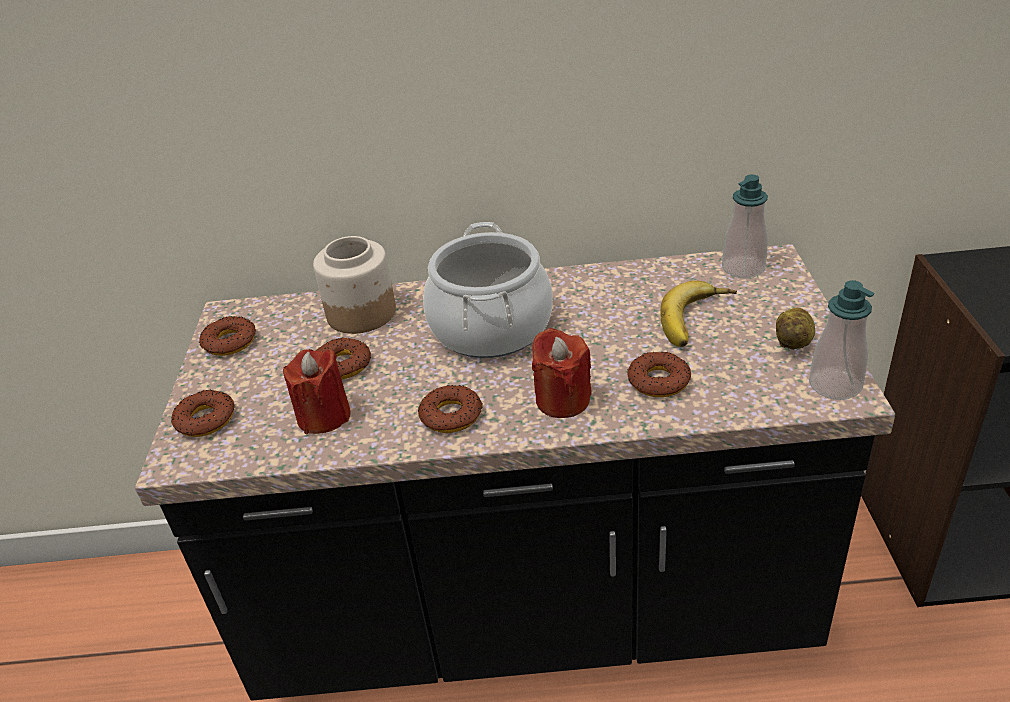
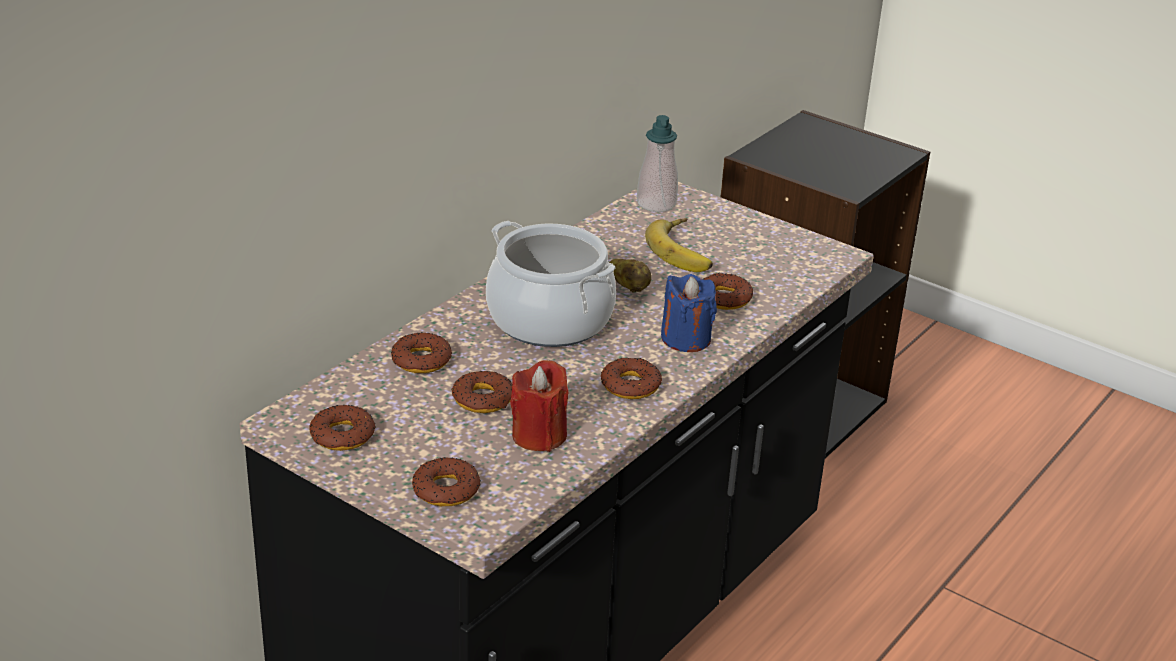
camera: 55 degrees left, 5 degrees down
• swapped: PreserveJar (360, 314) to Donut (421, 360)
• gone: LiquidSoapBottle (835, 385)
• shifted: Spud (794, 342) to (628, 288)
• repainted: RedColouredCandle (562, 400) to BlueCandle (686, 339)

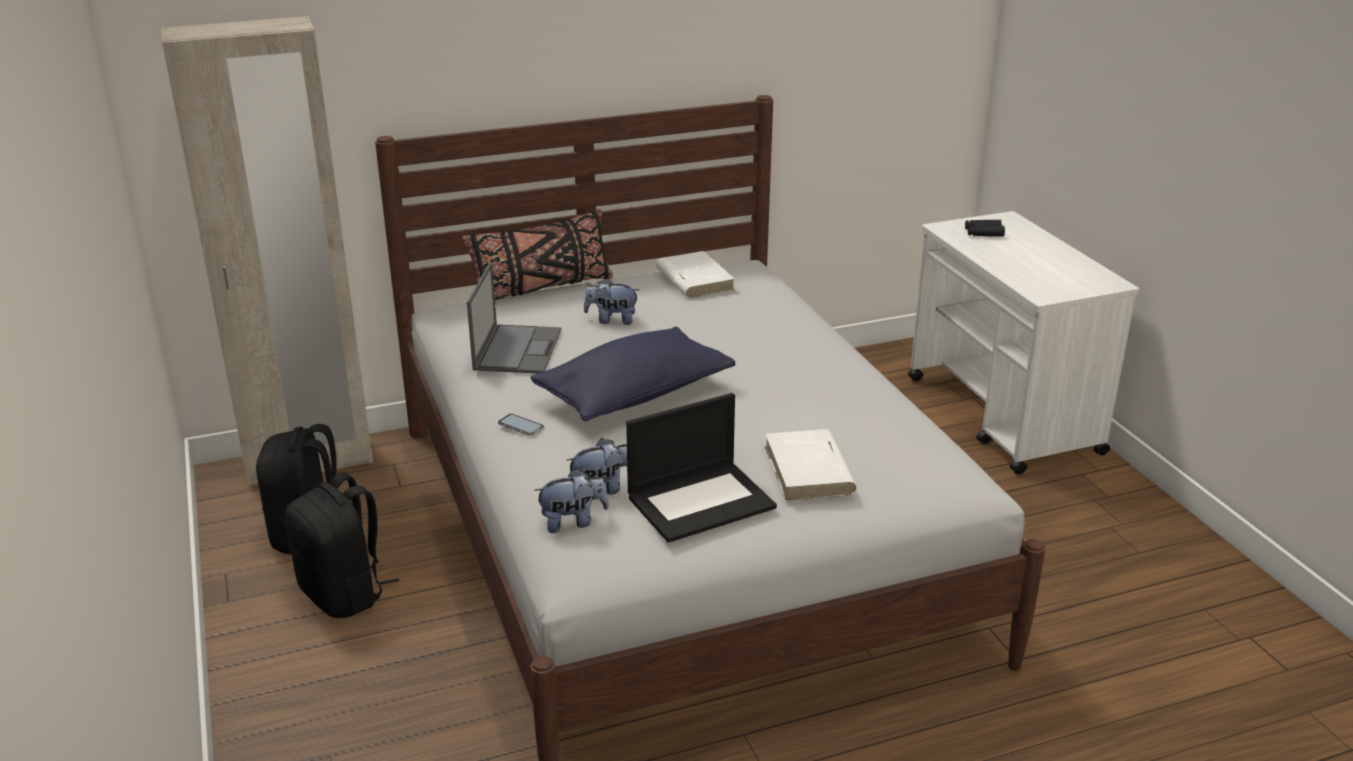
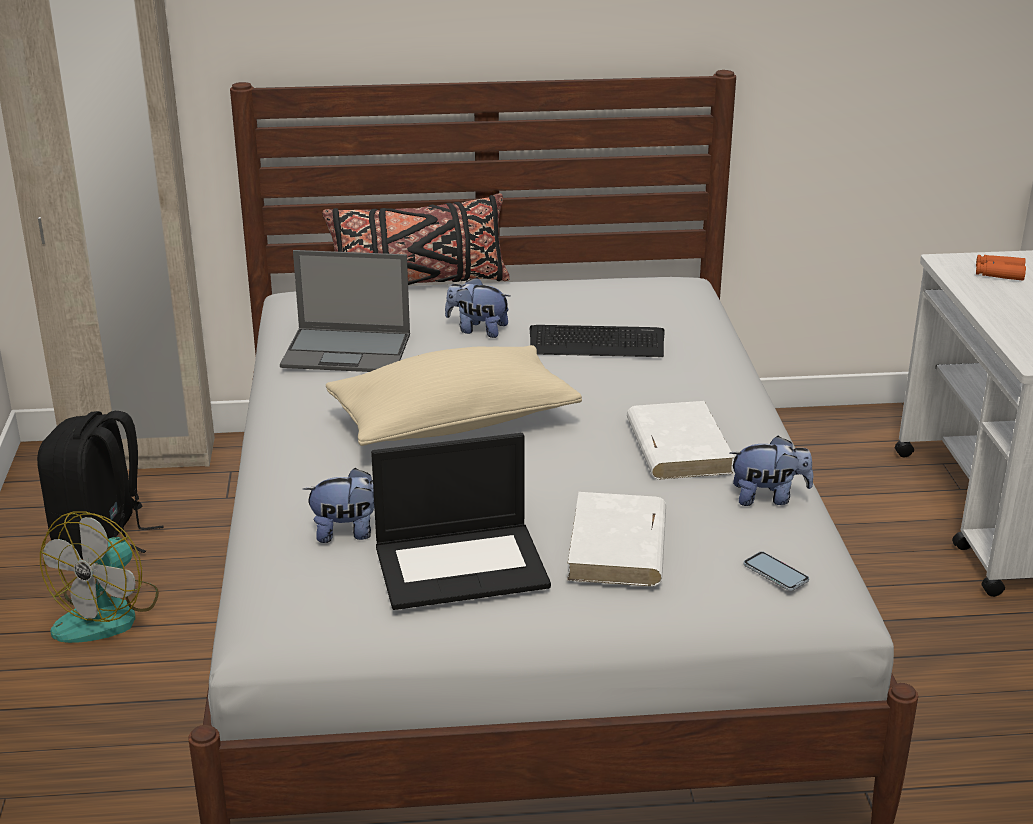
camera: 15 degrees right, 0 degrees up
• repainted: BlackColouredFieldGlasses (983, 233) to OrangeColouredFieldGlasses (999, 273)
• shifted: WhitishBoundBook (694, 279) to (677, 446)
• rotated: NotebookComputer (517, 349) = (348, 351) 75 degrees clockwise
• repainted: BlueCushion (634, 395) to BeigeColouredCushion (453, 423)
• shifted: Telephone (521, 425) to (775, 572)
• shifted: SoftToy (573, 522) to (768, 497)
• swapped: BlackColouredBackpack (344, 594) to ElectricFan (108, 613)
• new: PcKeyboard (596, 343)

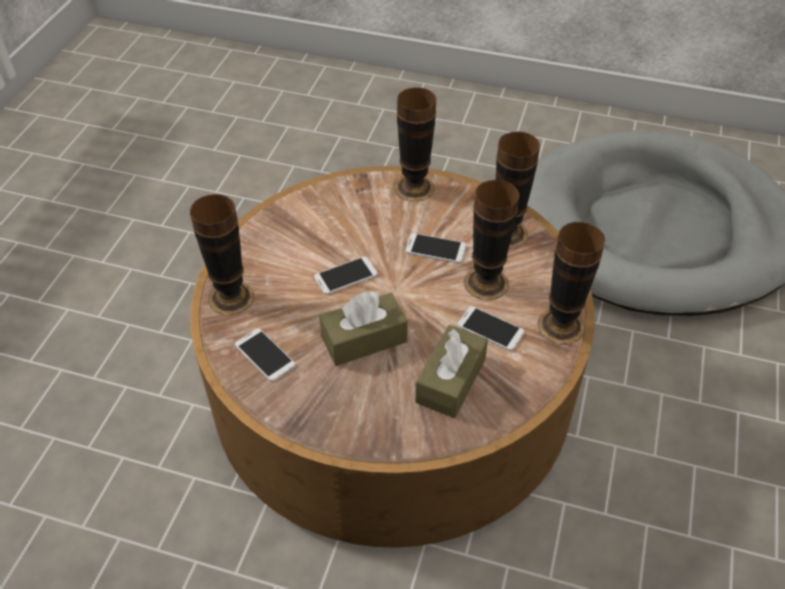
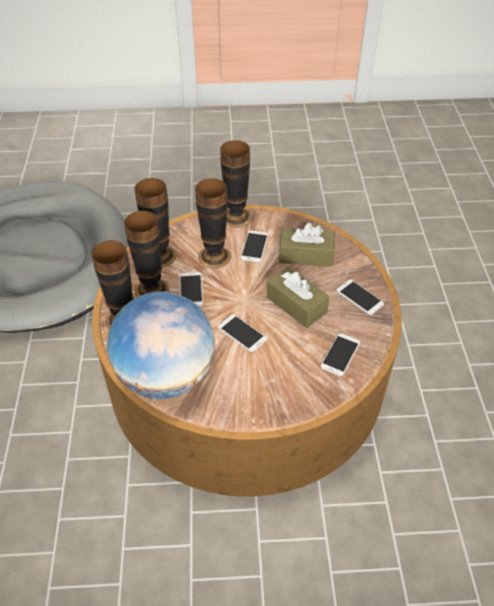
camera: 110 degrees left, 0 degrees up
• shifted: DecorativeVase (231, 298) to (151, 289)
• new: Telephone (359, 297)
• new: DeskGlobe (166, 375)

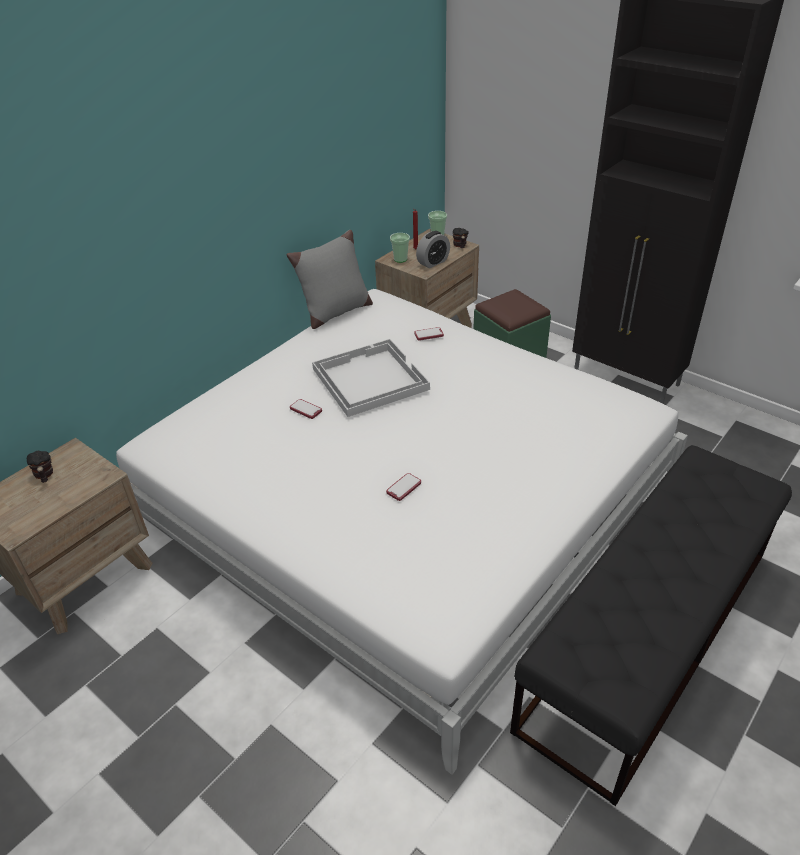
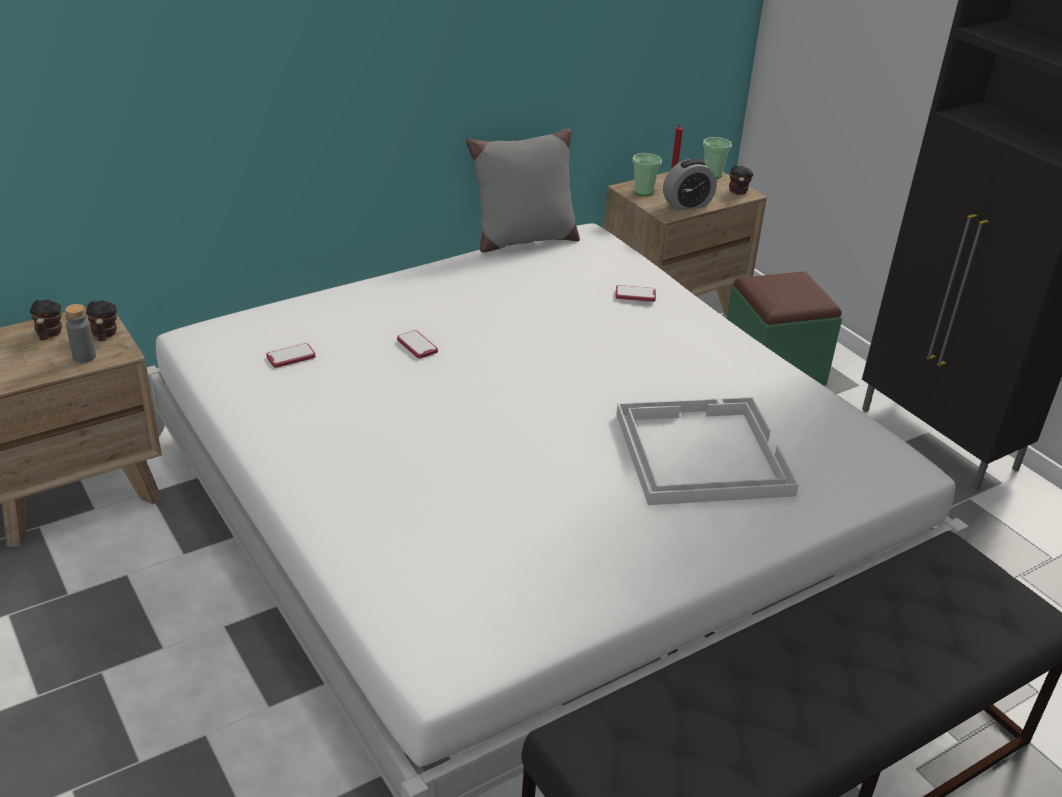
camera: 15 degrees right, 5 degrees down
• shifted: WhitishServingTray (369, 379) to (700, 452)
• shifted: Telephone (404, 487) to (291, 357)
• new: CoffeeMug (104, 336)
• new: GreyBeverageBottle (84, 357)

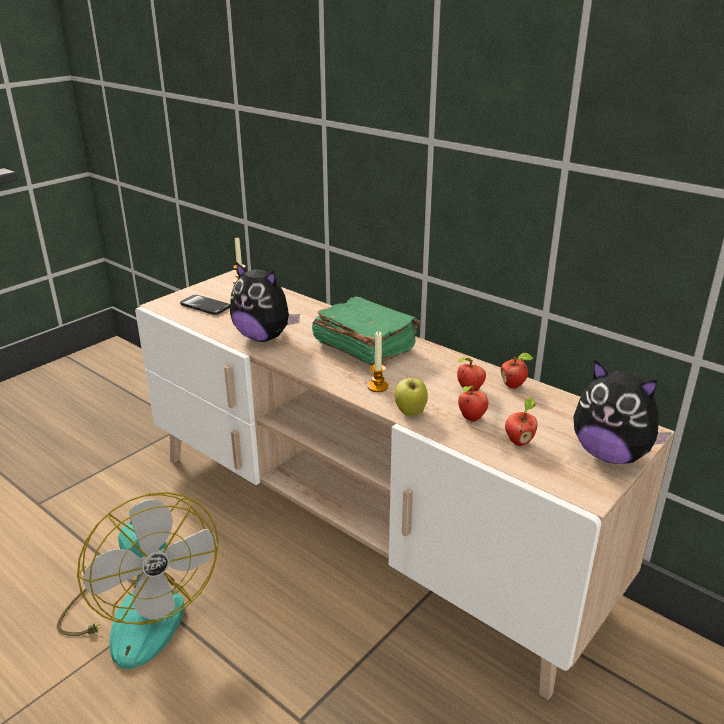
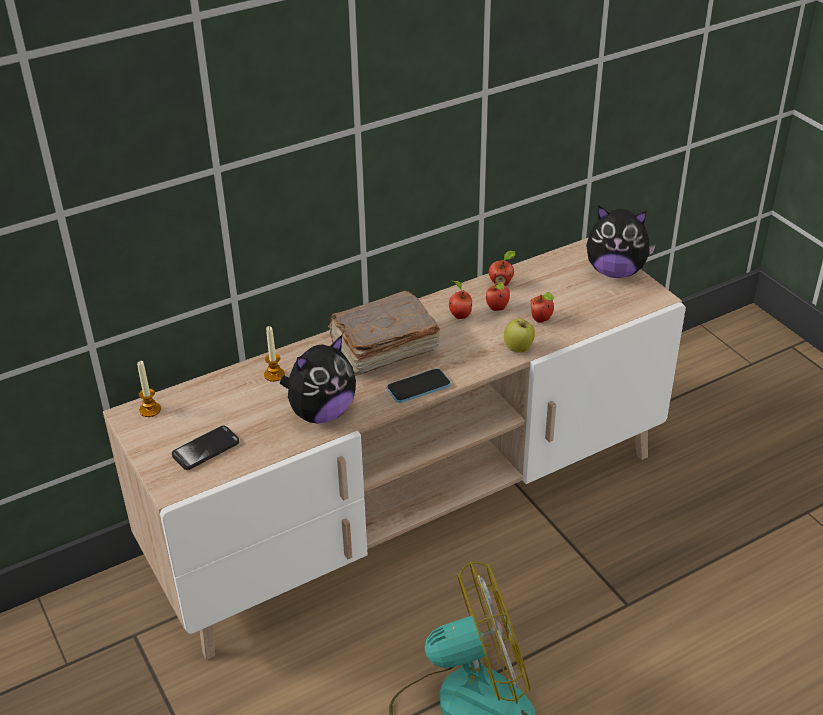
camera: 70 degrees left, 10 degrees up
• repainted: GreenColouredBoundBook (364, 346) to BrownBoundBook (382, 348)
• shifted: Candle (377, 386) to (274, 375)
• rotated: SoftToy (610, 455) = (615, 271) 45 degrees clockwise
• shifted: AppleFruit (519, 441) to (459, 316)
• new: Telephone (418, 387)

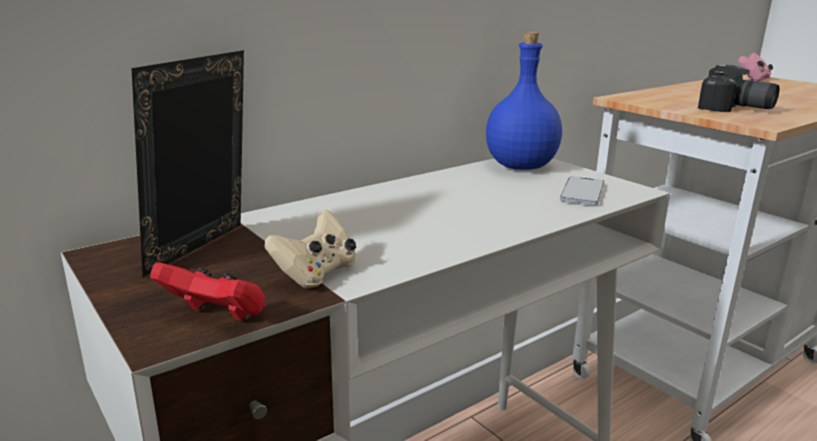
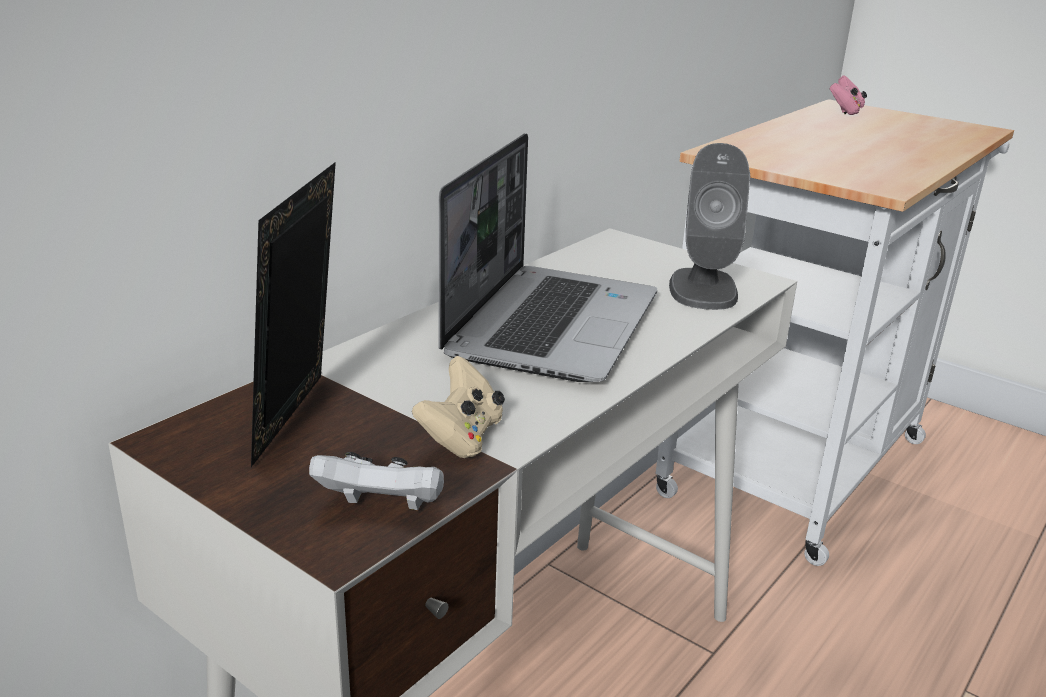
camera: 15 degrees left, 5 degrees up
• gone: BlueBeverageBottle (521, 166)
• gone: StillCamera (735, 109)
• swapped: Telephone (582, 192) to GreyAudioSpeaker (703, 289)
• repainted: RedColouredJoypad (216, 316) to WhitishJoypad (383, 508)
• new: NotebookComputer (551, 324)

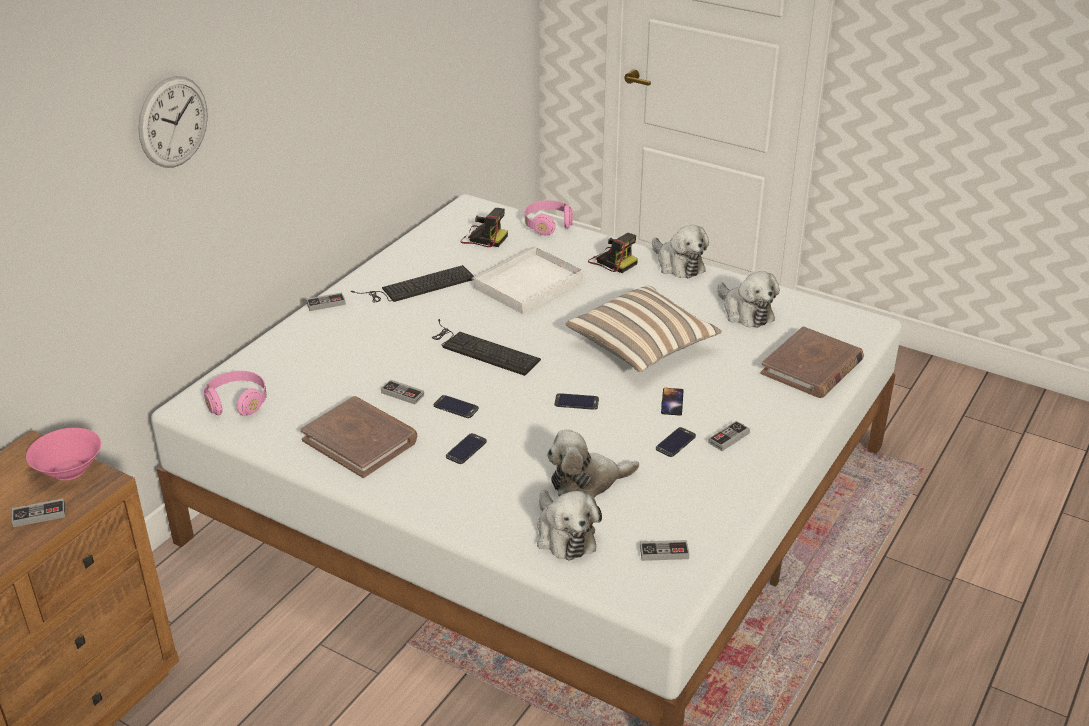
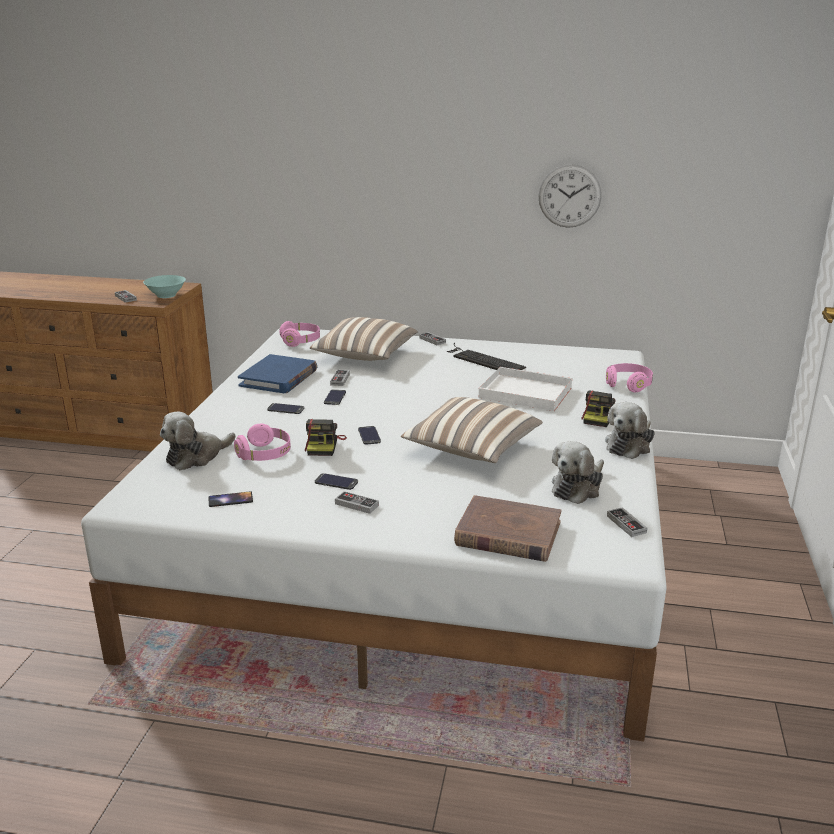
camera: 70 degrees right, 10 degrees down
• shifted: HangingClock (173, 122) to (569, 196)
• shifted: StillCamera (483, 238) to (324, 445)
• gone: PcKeyboard (481, 349)
• shifted: Telephone (672, 402) to (230, 499)
• repainted: BrownBoundBook (360, 440) to BlueBoundBook (279, 378)
• repainted: PinkishBowl (69, 469) to TurquoiseColouredBowl (167, 295)
• swapped: SoftToy (587, 482) to PinkishPairOfHeadphones (265, 455)
• shifted: Joypad (664, 552) to (626, 524)
• new: Cushion (364, 356)

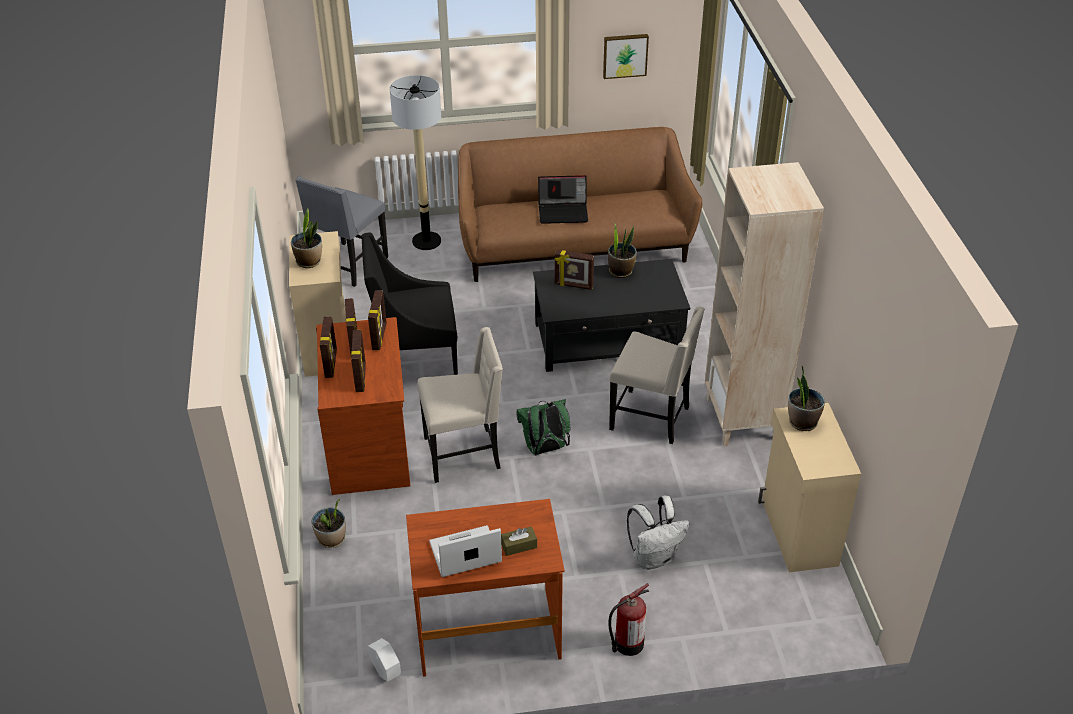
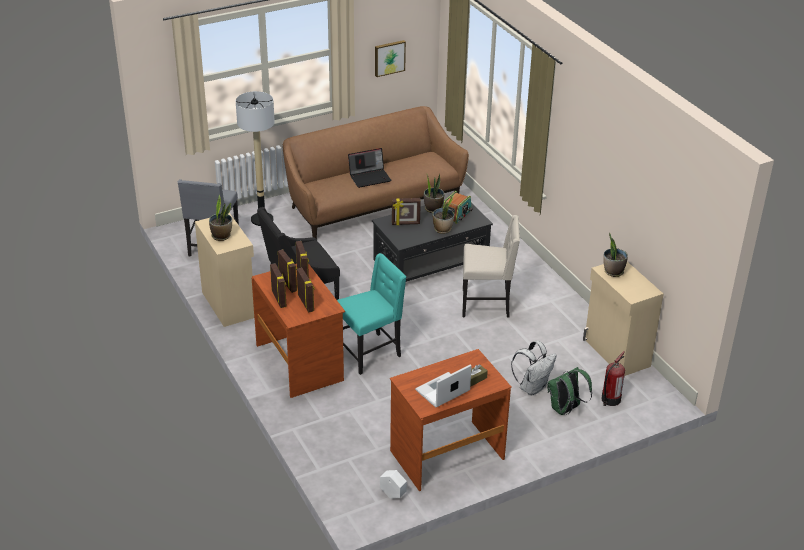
camera: 20 degrees left, 5 degrees down
• gone: BeigeColouredShelvingUnit (743, 419)
• repainted: BeigeColouredUprightChair (464, 454) to TurquoiseColouredUprightChair (370, 352)
• shifted: GreenColouredBackpack (545, 449) to (565, 409)
• shifted: Houseplant (332, 539) to (442, 229)
• shifted: FireFightingCylinder (627, 644) to (610, 400)
• new: Radio (456, 214)

